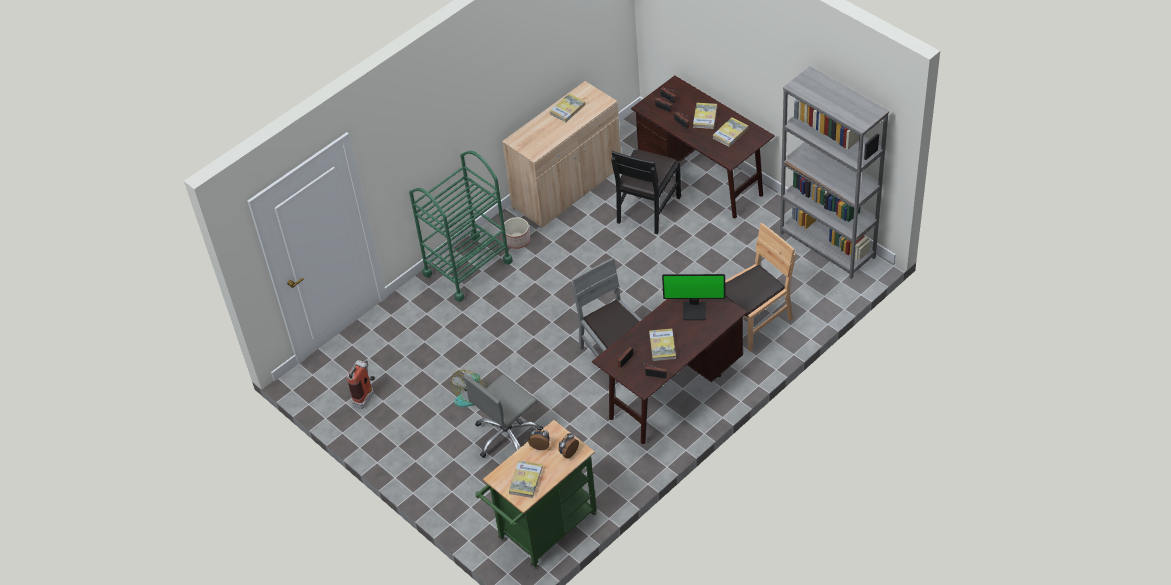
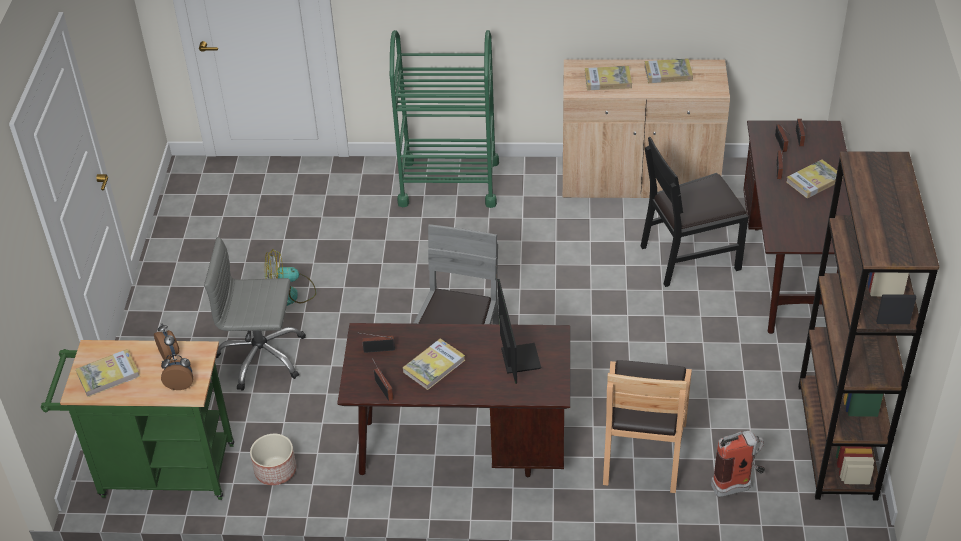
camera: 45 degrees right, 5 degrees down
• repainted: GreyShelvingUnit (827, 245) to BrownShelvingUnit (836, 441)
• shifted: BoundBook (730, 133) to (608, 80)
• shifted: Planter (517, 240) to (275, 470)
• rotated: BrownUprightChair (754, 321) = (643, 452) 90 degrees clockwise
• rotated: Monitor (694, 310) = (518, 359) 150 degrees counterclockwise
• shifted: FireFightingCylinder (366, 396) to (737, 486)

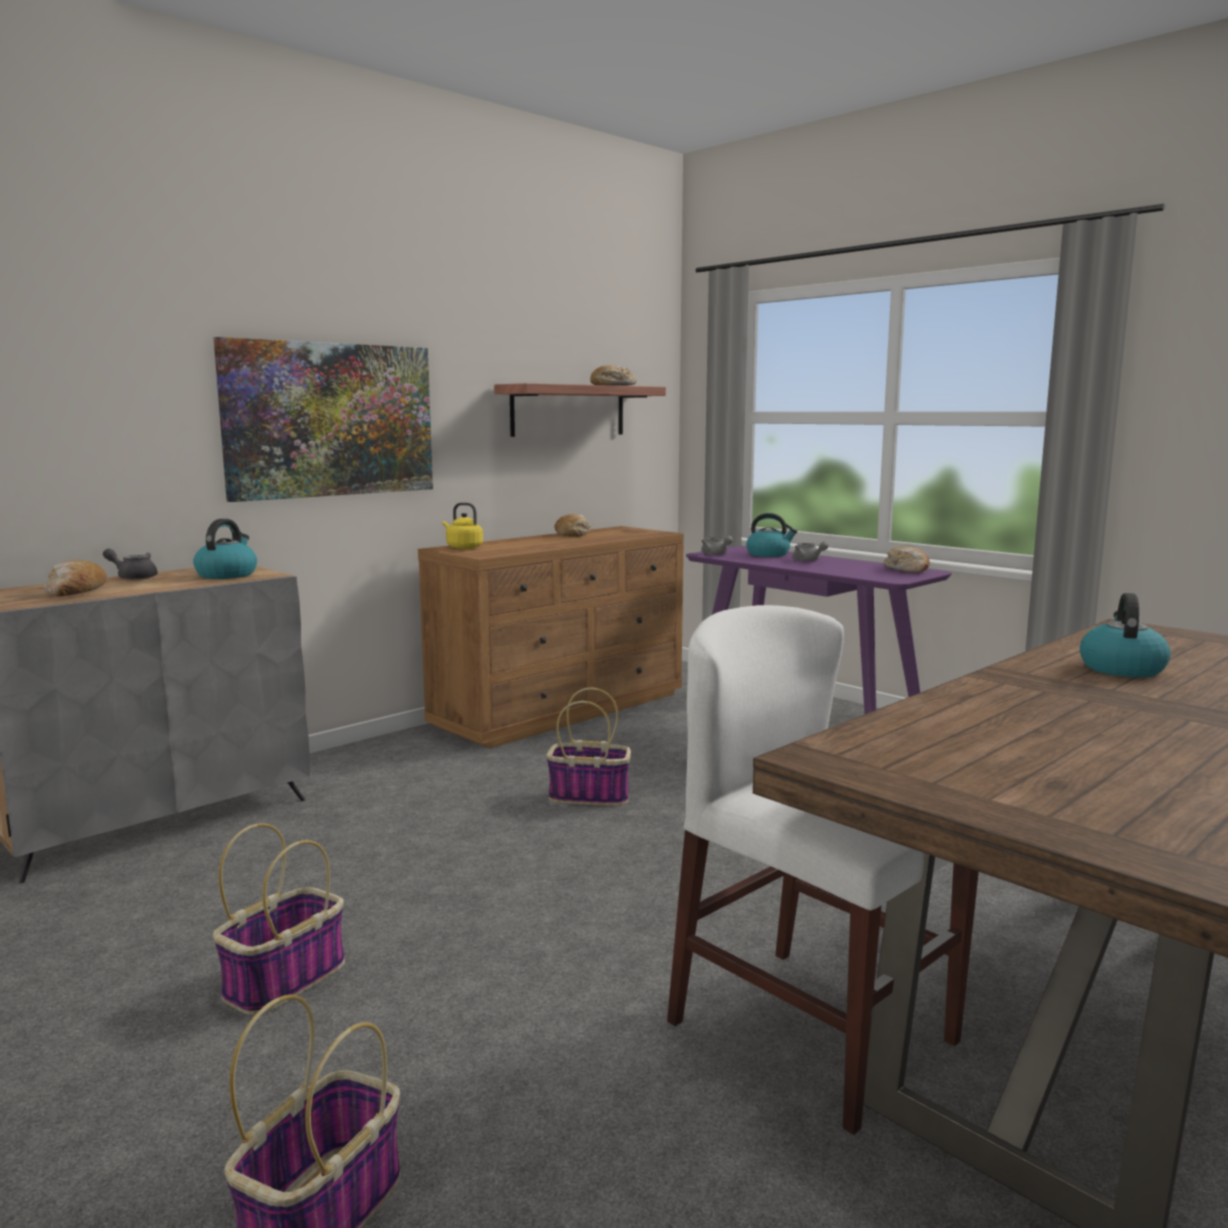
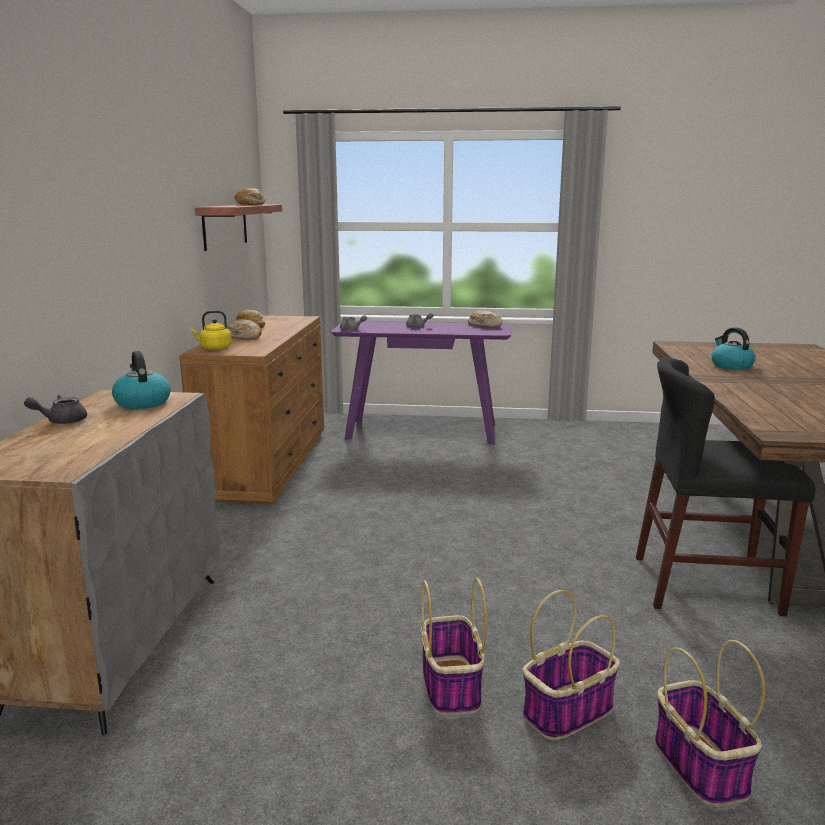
camera: 40 degrees left, 5 degrees up
• gone: Picture (331, 420)
• gone: Kettle (769, 554)
• shifted: BakedBread (75, 592) to (244, 337)
• repainted: WhitishUprightChair (812, 1031) to BlackColouredUprightChair (706, 585)
• shifted: Basket (590, 796) to (568, 711)

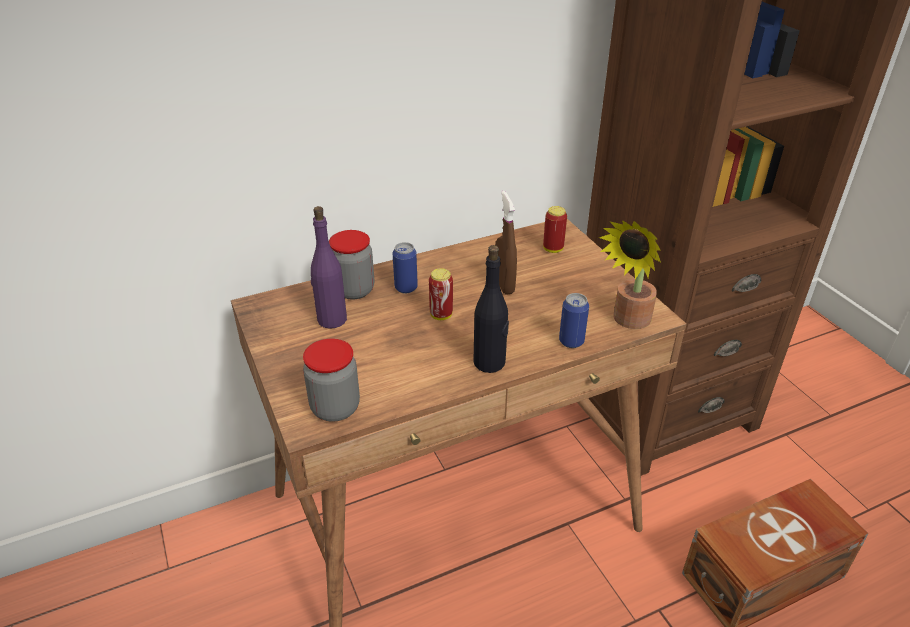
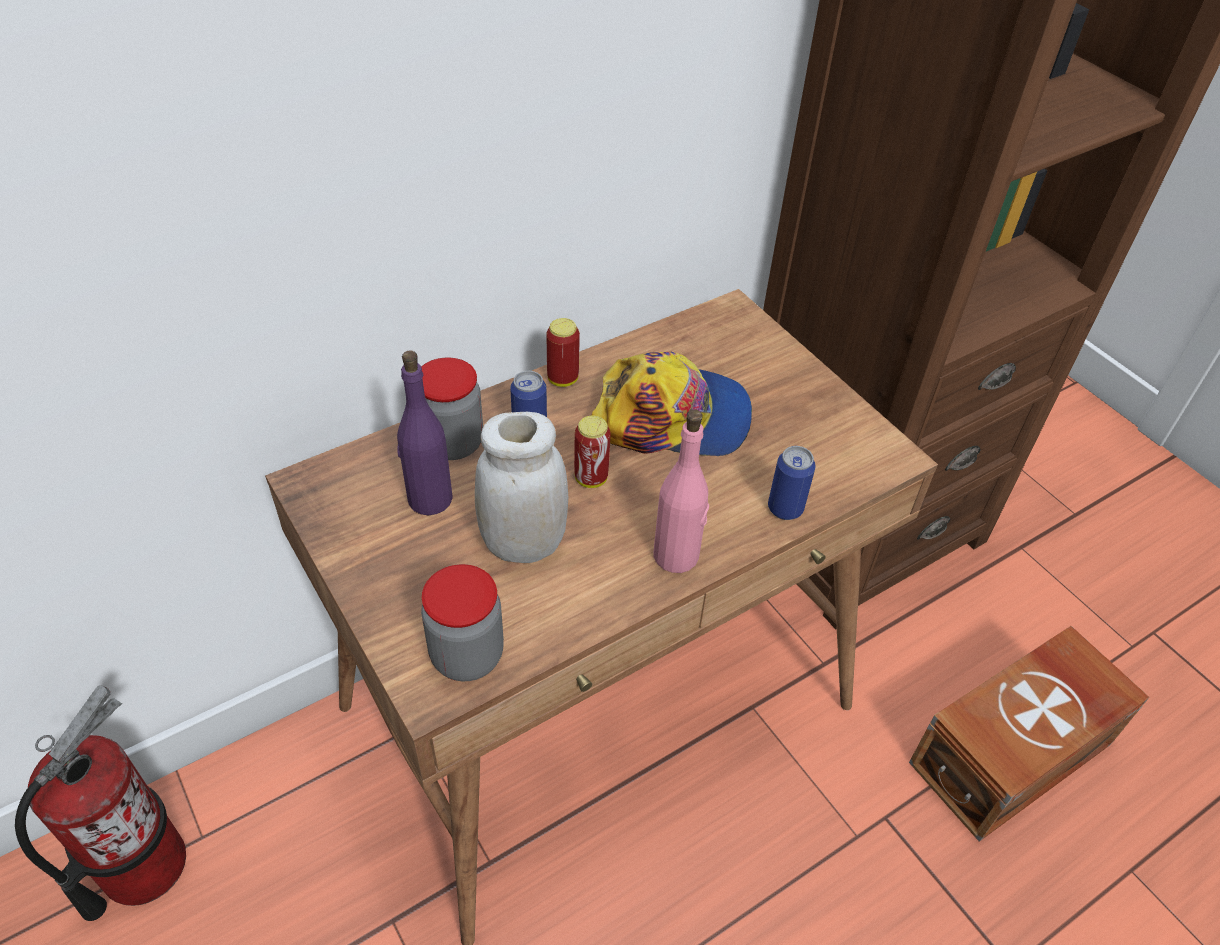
camera: 10 degrees left, 10 degrees up
• swapped: BrownSprayer (504, 285) to PeakedCap (672, 417)
• shifted: MetalCan (553, 249) to (563, 379)
• gone: Houseplant (628, 321)
• repainted: BlackColouredBeverageBottle (489, 363) to PinkishBeverageBottle (676, 555)
• new: WhitishPreserveJar (523, 544)
• new: FireFightingCylinder (142, 865)

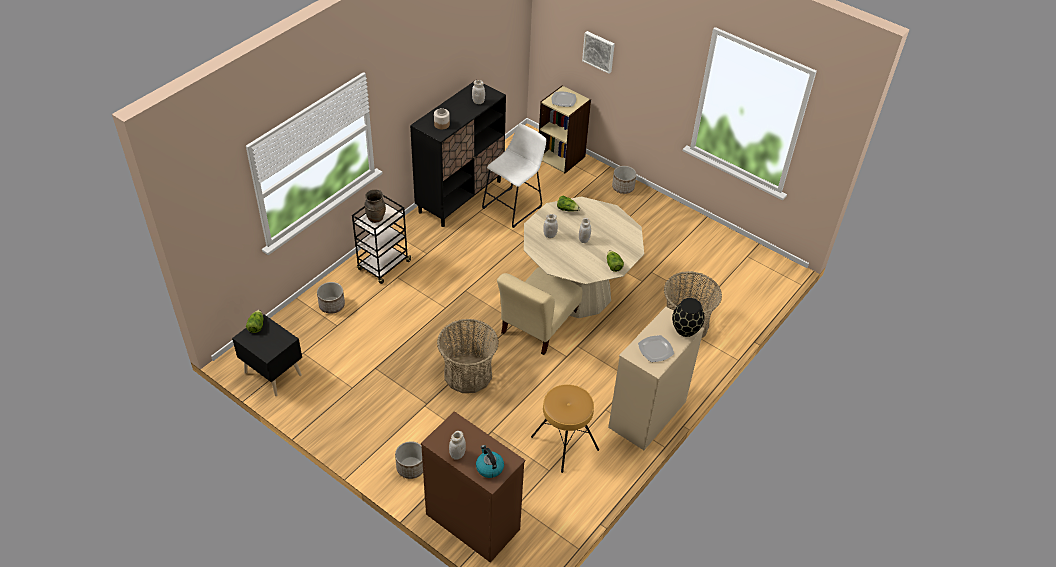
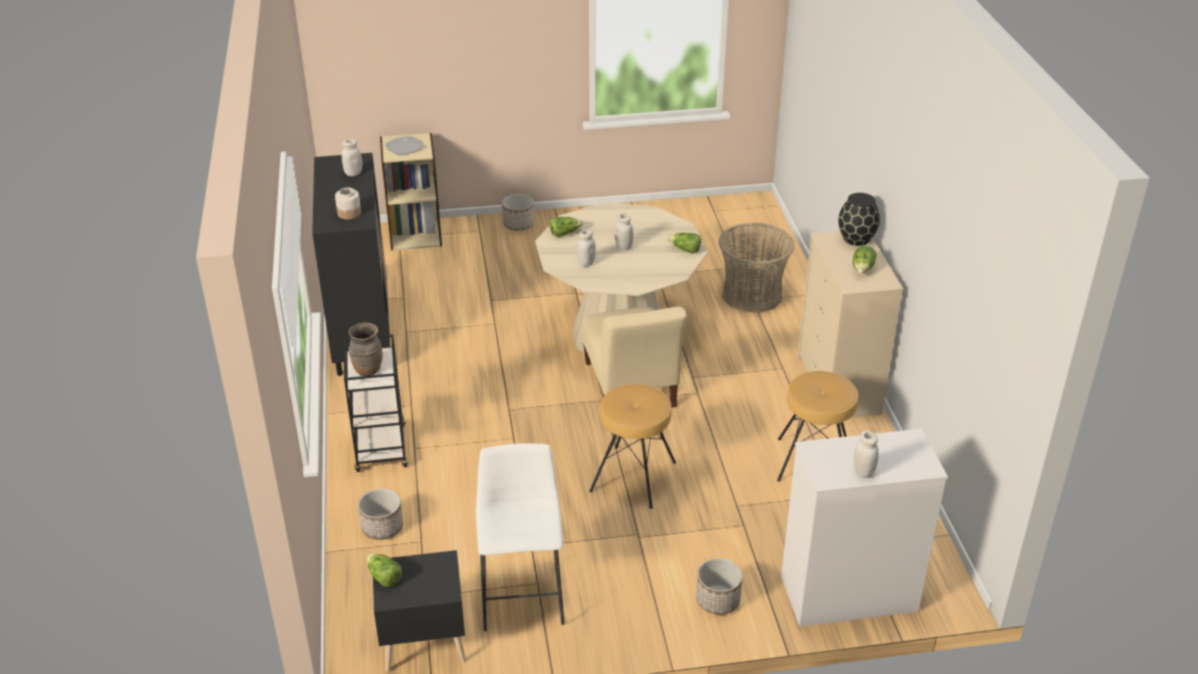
camera: 45 degrees left, 10 degrees down
• gone: Picture (599, 51)
• shifted: WhitishSittingStool (514, 206) to (522, 592)
• swapped: Basket (468, 374) to BrownSittingStool (634, 477)
• swapped: DinnerPlate (656, 350) to HeadOfLettuce (862, 269)
• repainted: BrownDresser (472, 521) to WhitishDresser (847, 593)
• gone: Kettle (489, 467)

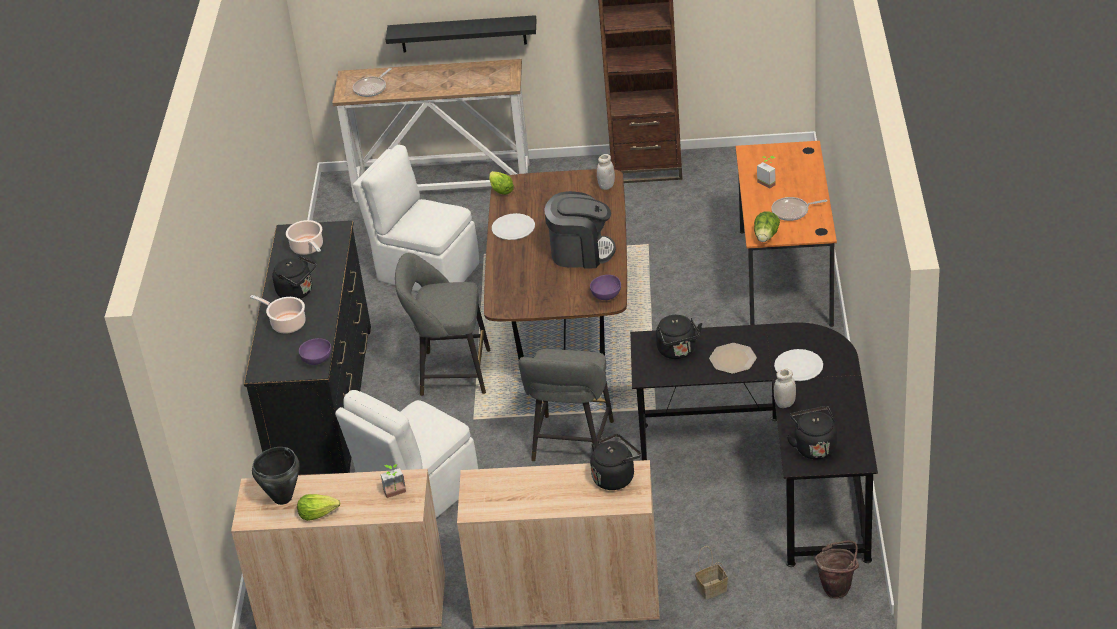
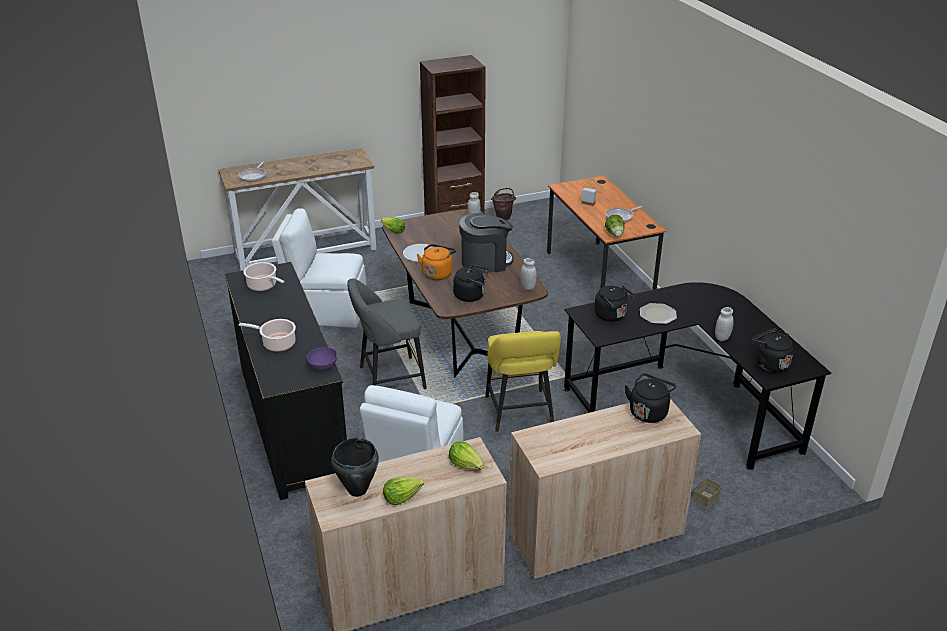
camera: 25 degrees left, 5 degrees down
• gone: BlackColouredWallShelf (463, 34)
• shifted: BlackColouredKettle (297, 292) to (471, 295)
• swapped: PurplishBowl (607, 295) to WhitishPreserveJar (527, 287)
• repainted: GreySittingStool (571, 445) to YellowSittingStool (520, 413)
• gone: WhitishDinnerPlate (798, 366)
• swapped: Houseplant (396, 494) to HeadOfLettuce (466, 464)
• shifted: BrownWaterBucket (838, 587) to (503, 217)
• new: OrangeColouredKettle (437, 273)

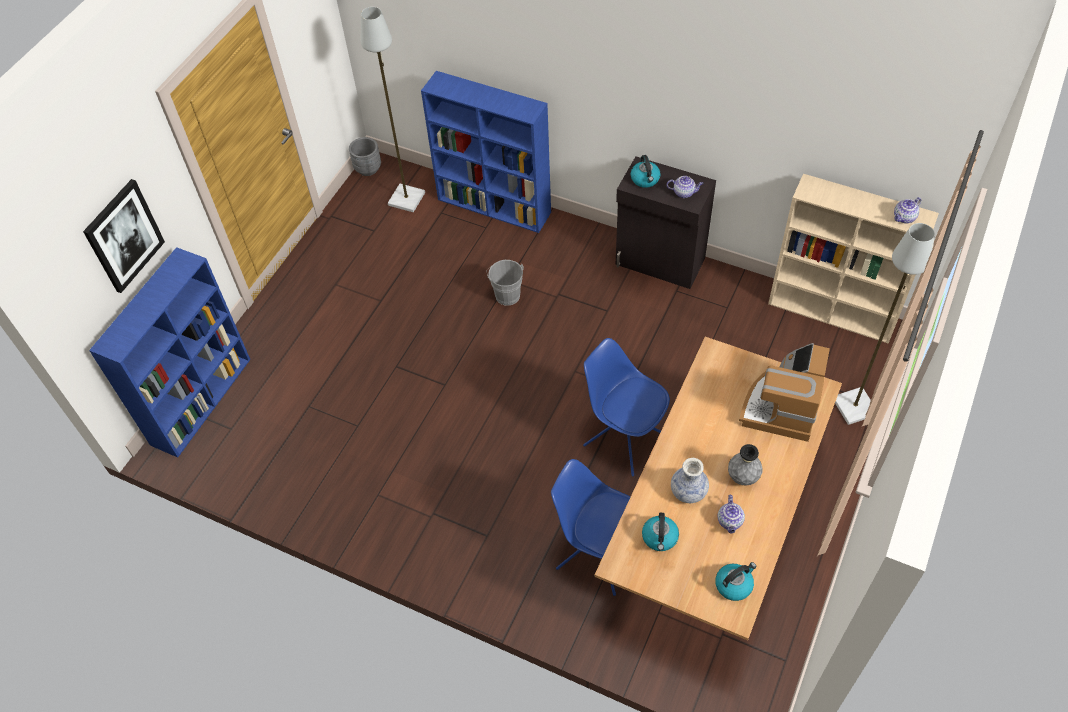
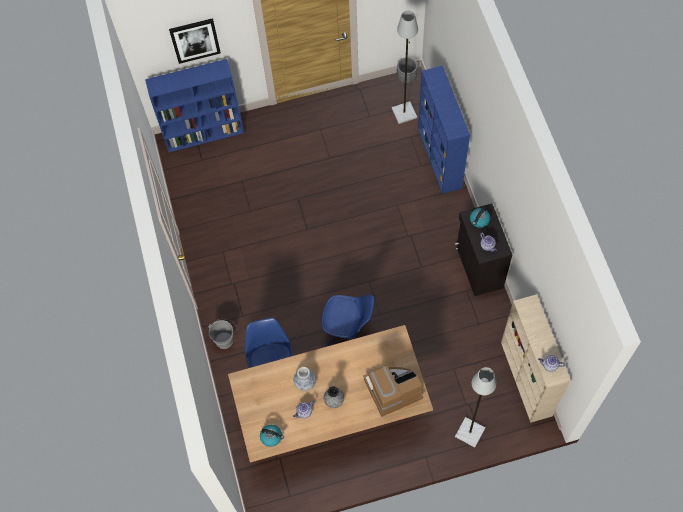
camera: 50 degrees right, 10 degrees up
• shifted: GreyWaterBucket (506, 293) to (225, 339)
• rotated: BlueUprightChair (623, 439) = (348, 334) 105 degrees clockwise
• gone: Kettle (660, 538)

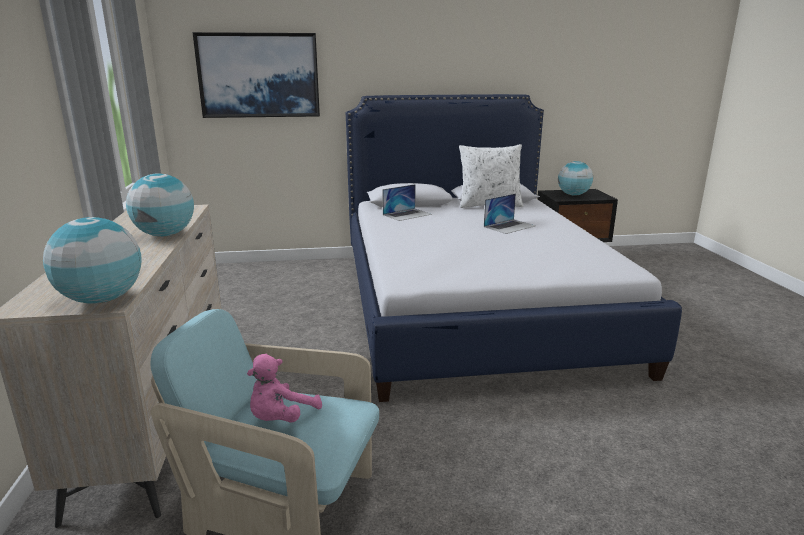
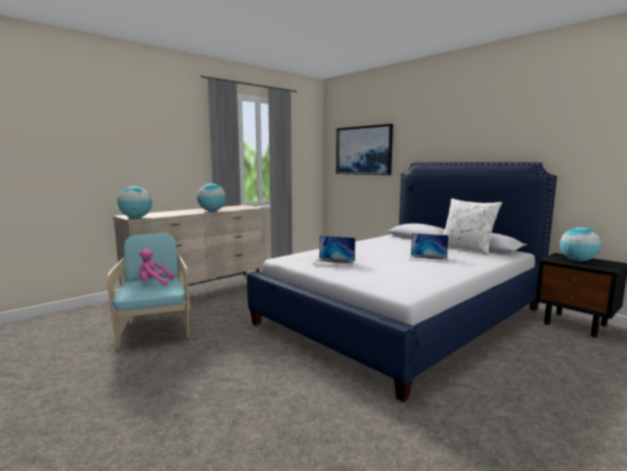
camera: 55 degrees right, 10 degrees down
• shifted: NotebookComputer (407, 214) to (333, 262)

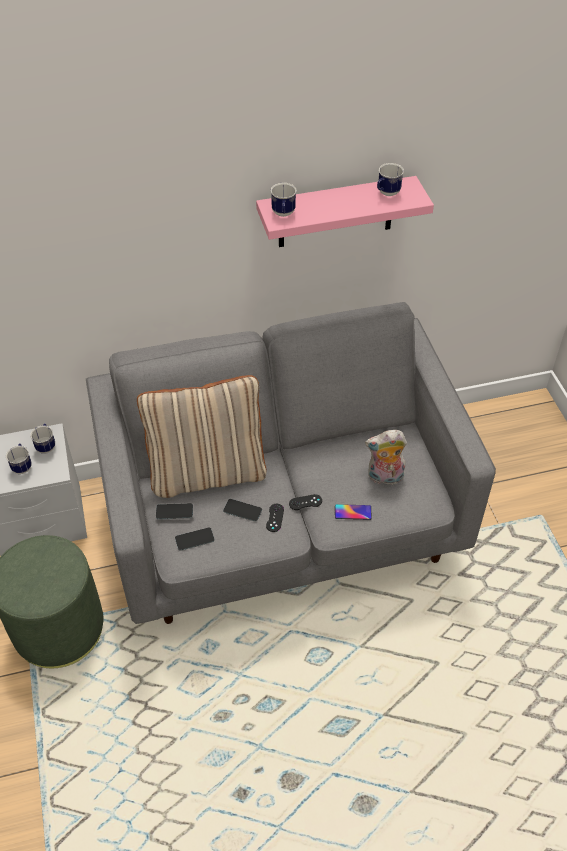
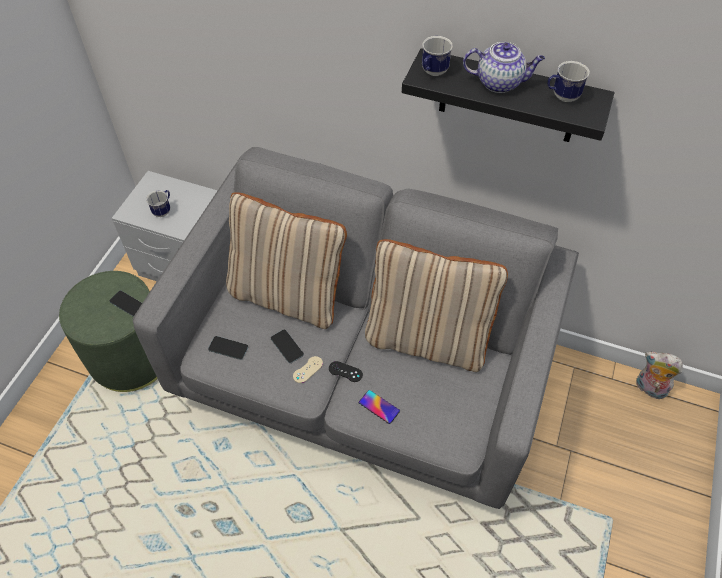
camera: 35 degrees right, 5 degrees up
• repainted: PinkishWallShelf (336, 212) to BlackColouredWallShelf (508, 98)
• gone: CoffeeMug (46, 445)
• shifted: SoftToy (384, 477) to (649, 389)
• shifted: Telephone (174, 511) to (127, 303)
• repainted: BlackColouredJoypad (275, 517) to BeigeColouredJoypad (308, 369)
• new: PotForTea (500, 83)
• new: BeigeColouredCushion (427, 339)

